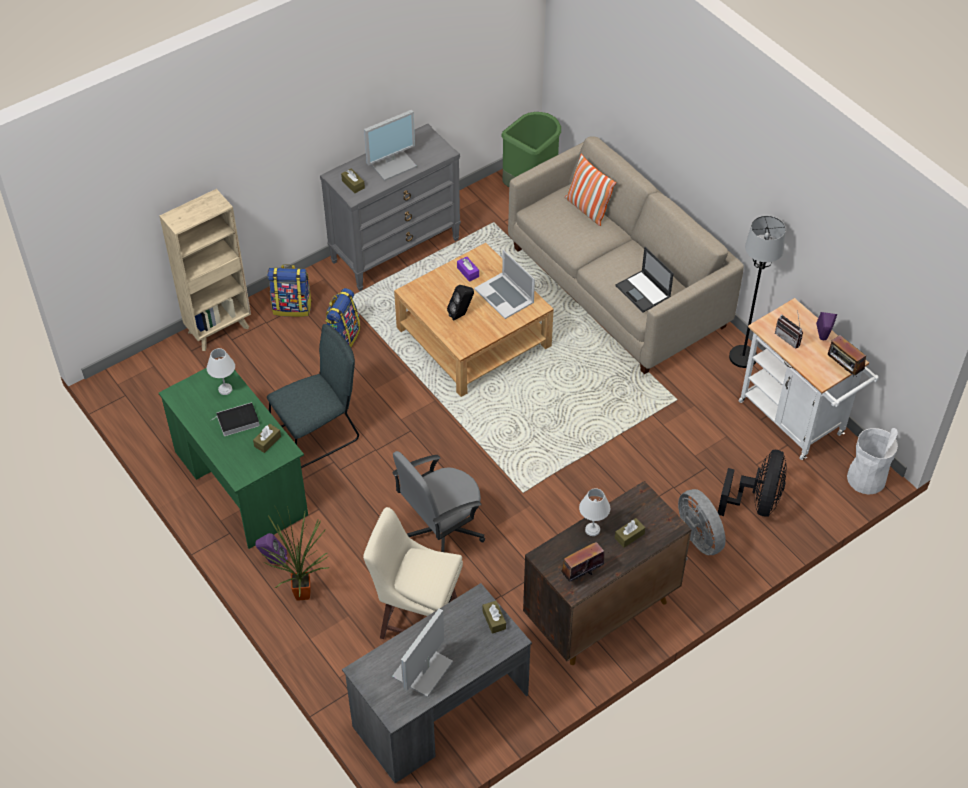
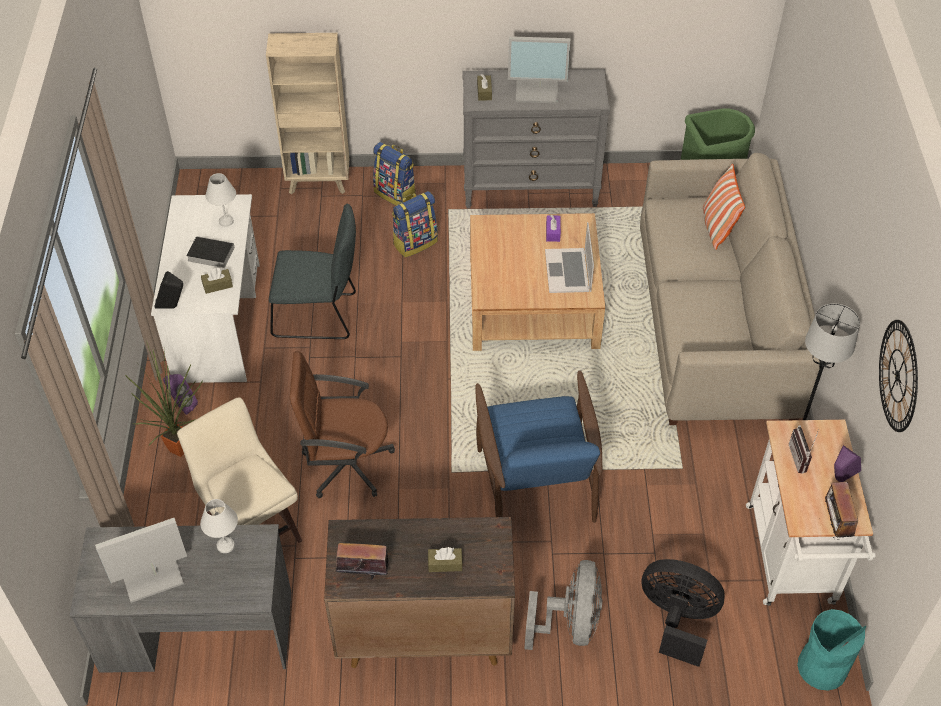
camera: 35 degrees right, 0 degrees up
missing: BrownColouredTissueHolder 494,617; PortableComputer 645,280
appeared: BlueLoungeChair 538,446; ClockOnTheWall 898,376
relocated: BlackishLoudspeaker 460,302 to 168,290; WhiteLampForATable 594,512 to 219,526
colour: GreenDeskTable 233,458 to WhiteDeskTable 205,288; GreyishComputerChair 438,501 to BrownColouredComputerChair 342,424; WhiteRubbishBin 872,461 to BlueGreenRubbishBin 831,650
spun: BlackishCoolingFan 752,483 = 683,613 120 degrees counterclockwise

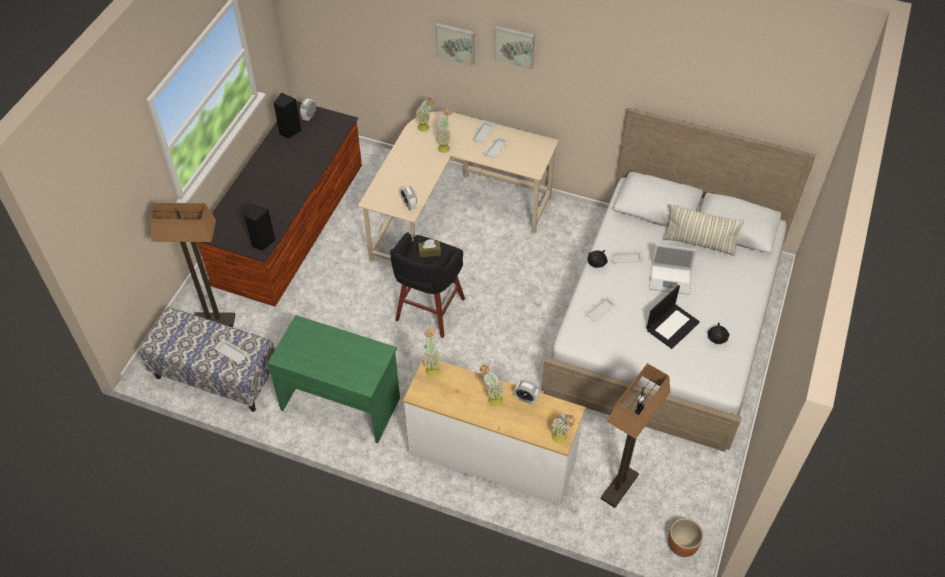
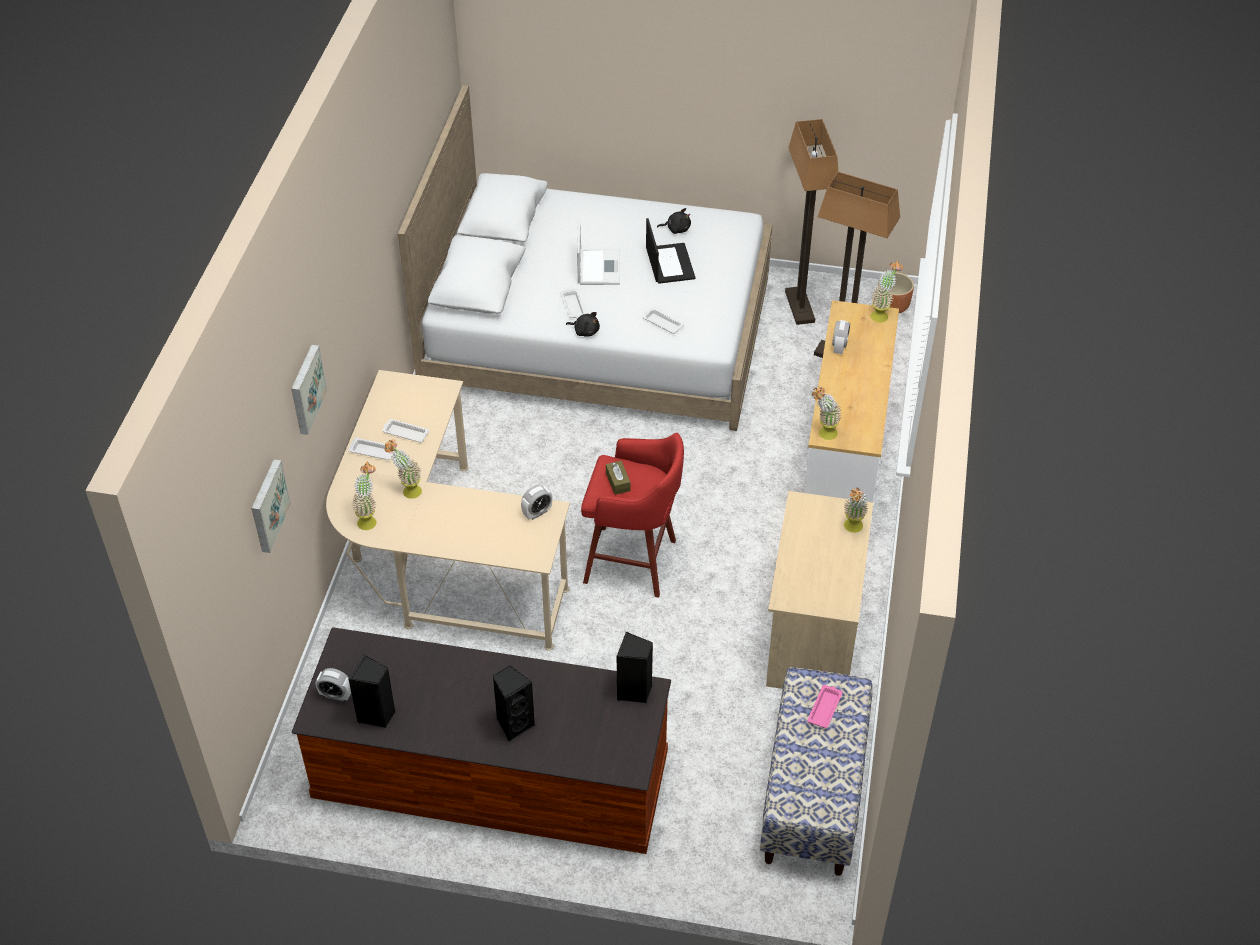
camera: 100 degrees left, 5 degrees down
missing: Pillow 704,230
appeared: BlackishLoudspeaker 514,703
relocated: WallArt 514,47 to 271,506; FloorLamp 192,265 to 811,222; Houseplant 492,385 to 856,510
colour: BlackishStool 427,285 to ReddishStool 632,515; GreenDeskTable 333,379 to BeigeDeskTable 819,590; WhiteCarryingTray 231,351 to PinkColouredCarryingTray 825,706
spun: PortableComputer 673,317 = 670,251 45 degrees clockwise

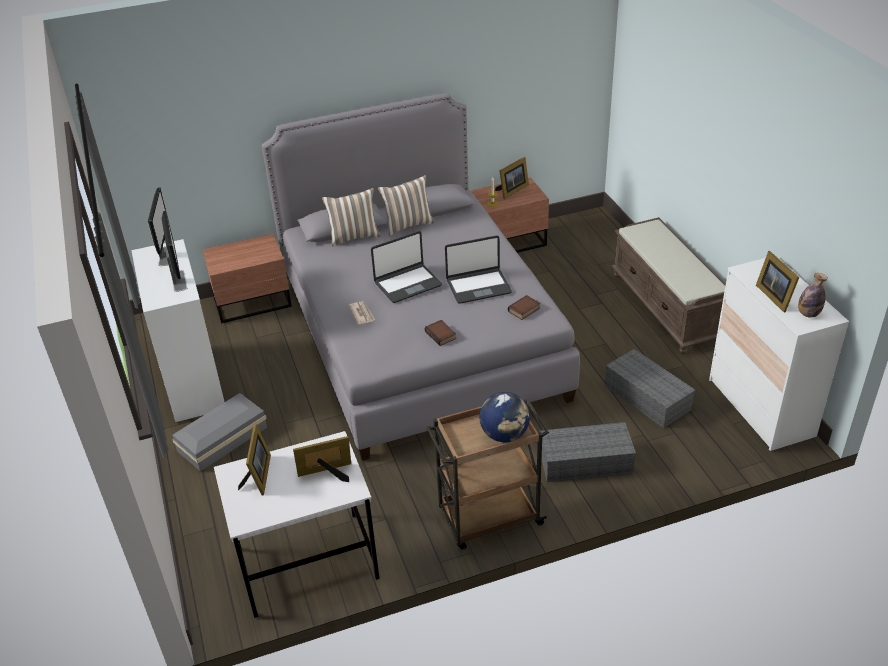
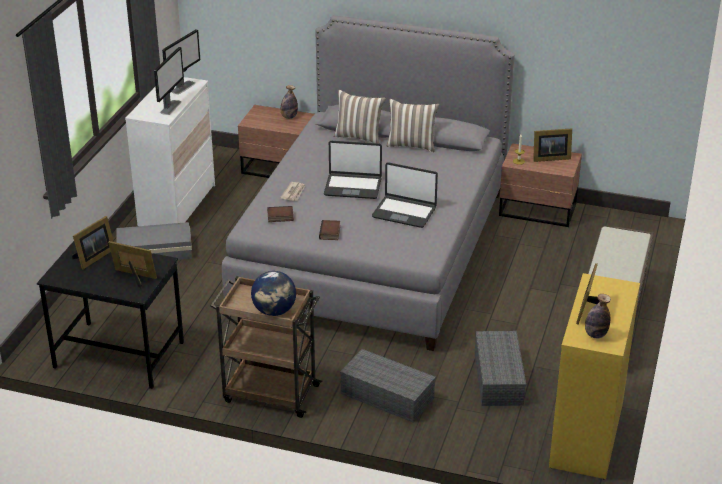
camera: 35 degrees right, 5 degrees down
appeared: DrinkBottle 289,102
relocated: Book 524,307 to 280,214
colour: WhiteDeskTable 297,524 to BlackishDeskTable 110,315; WhiteDrawerChest 779,353 to YellowDrawerChest 594,376

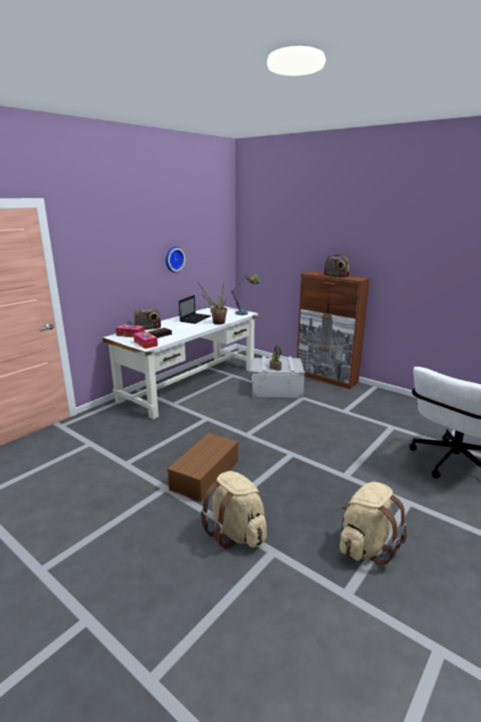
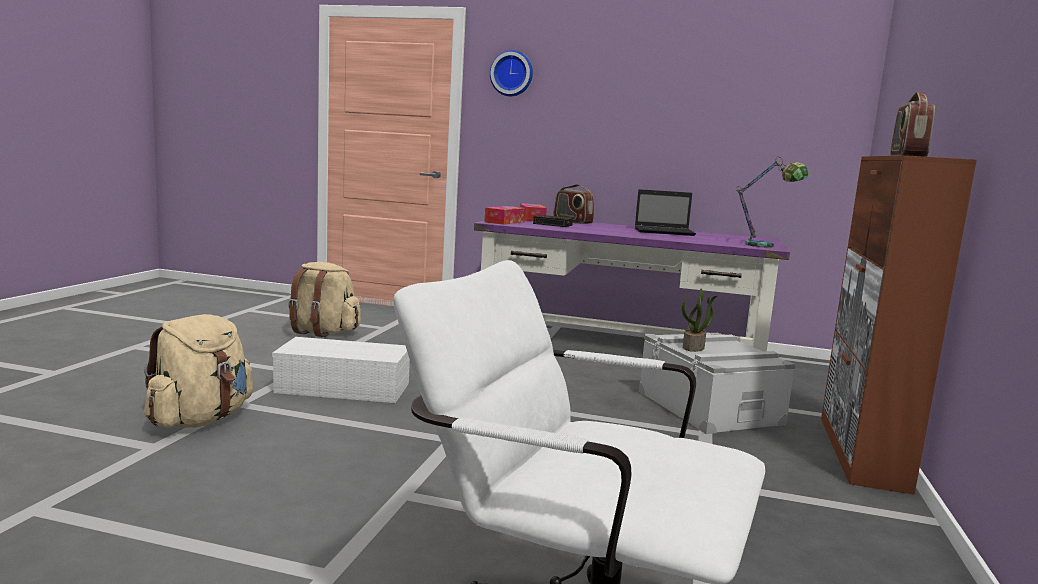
camera: 65 degrees right, 10 degrees down
missing: Houseplant 212,302
relocated: BeigeKnapsack 373,523 to 324,299; ClockOnTheWall 175,260 to 511,73
colour: BrownColouredStorageBin 202,467 to WhiteStorageBin 341,370; WhiteDeskTable 180,362 to PurpleColouredDeskTable 632,285

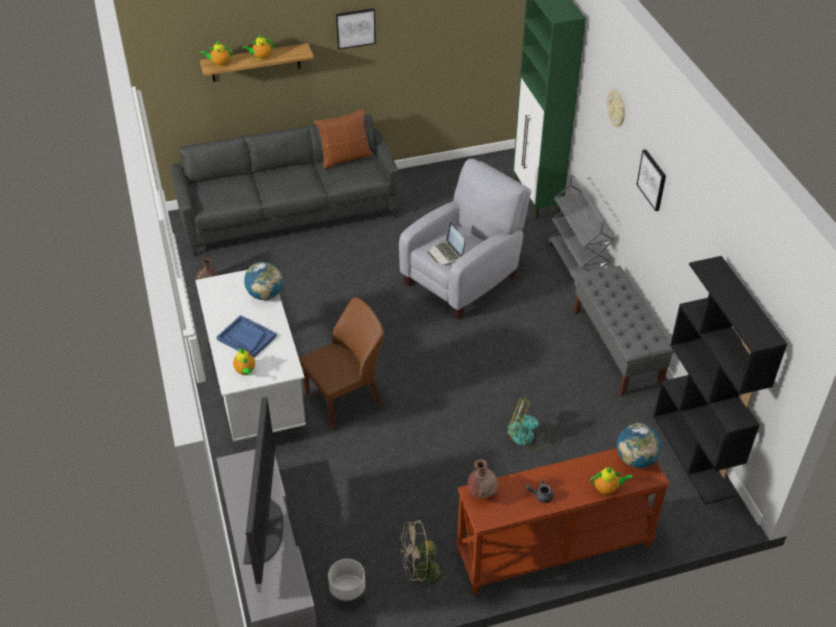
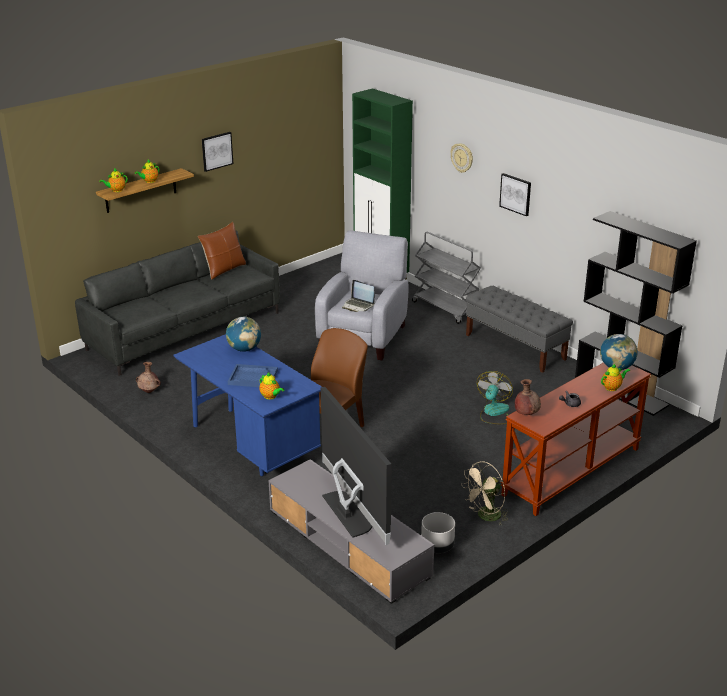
camera: 25 degrees left, 15 degrees down
colour: WhiteDeskTable 250,356 to BlueDeskTable 247,405
spun: CoolingFan 528,423 = 495,397 120 degrees clockwise

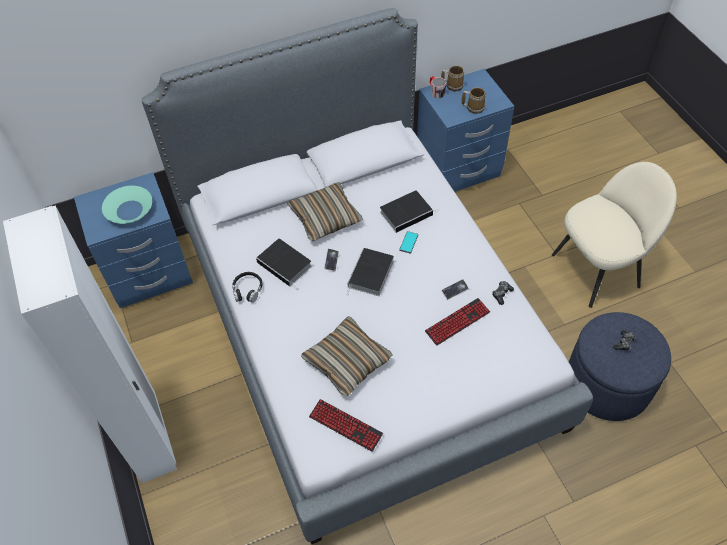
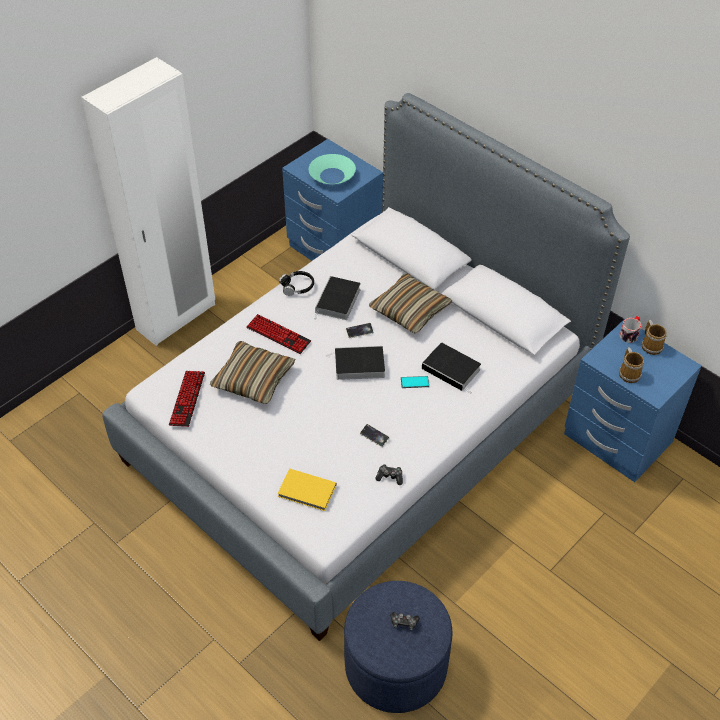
camera: 65 degrees right, 5 degrees down
missing: BeigeUprightChair 614,235
appeared: YellowBook 307,490
relocated: PcKeyboard 457,322 to 279,334

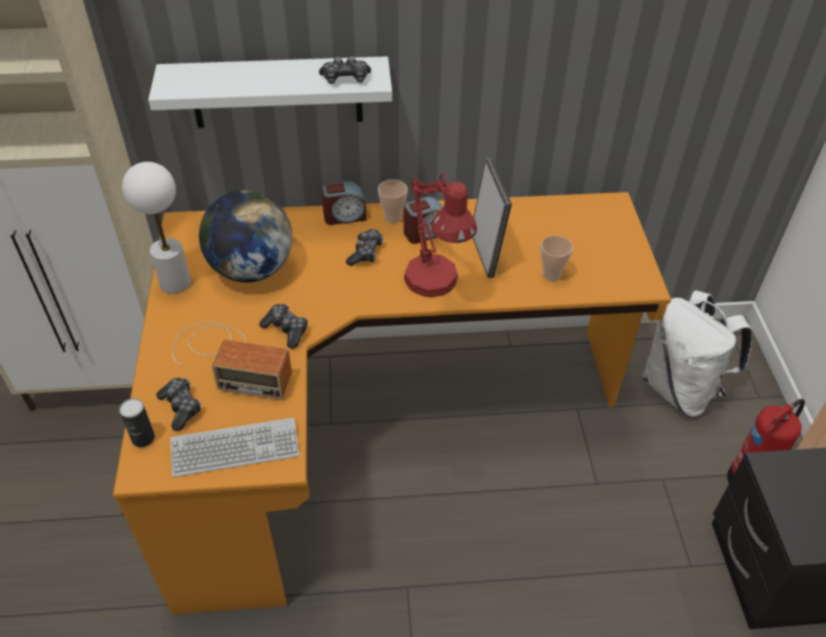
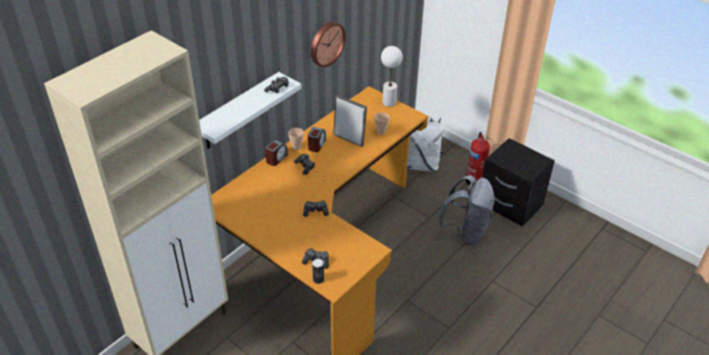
camera: 45 degrees left, 5 degrees down
missing: PcKeyboard 235,447; RadioSet 232,360; WorldGlobe 245,236; ReddishLampForATable 440,235
appeared: ClockOnTheWall 328,44; GreyishKnapsack 466,210
relocated: WhiteLampForATable 156,228 to 392,76

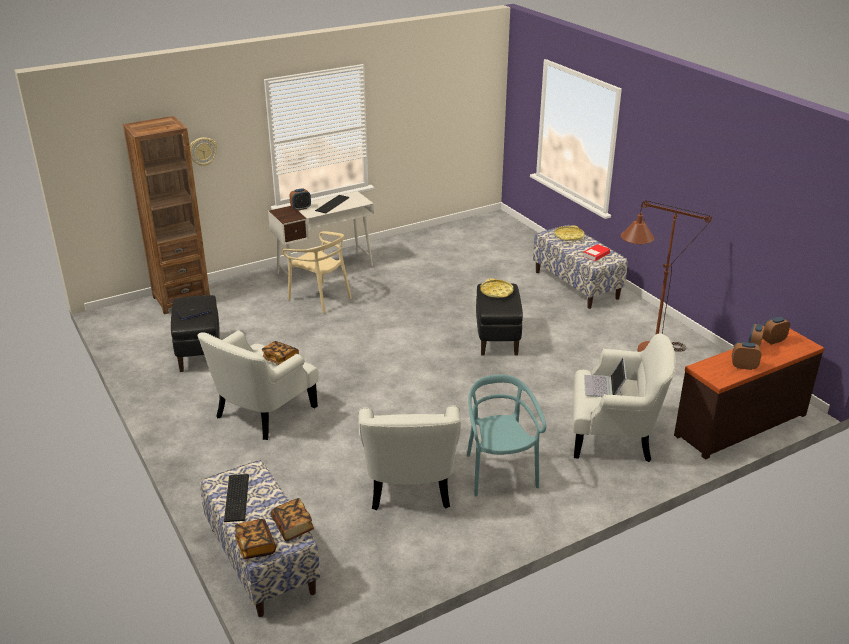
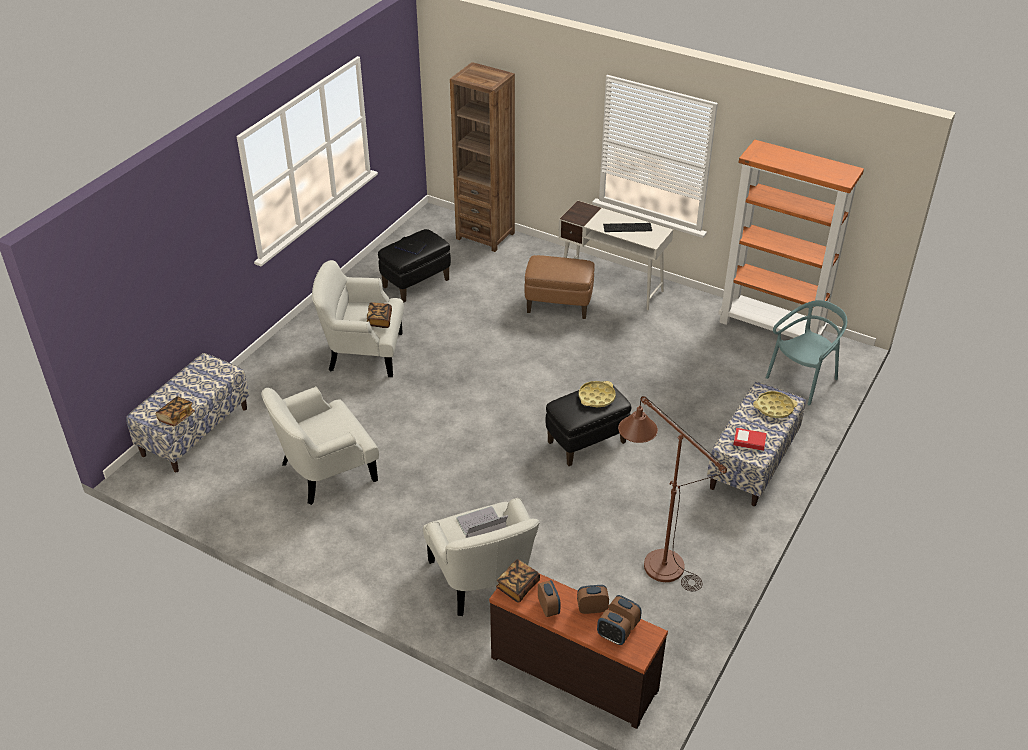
camera: 60 degrees right, 10 degrees up
missing: ClockOnTheWall 203,151; PcKeyboard 236,498
appeared: OrangeShelvingUnit 791,239
relocated: Book 255,539 to 518,581; AlarmClock 300,199 to 614,627; BlueGreenUprightChair 506,435 to 806,352
exchanged: BeigeUprightChair 317,272 to BrownColouredFootrest 559,287

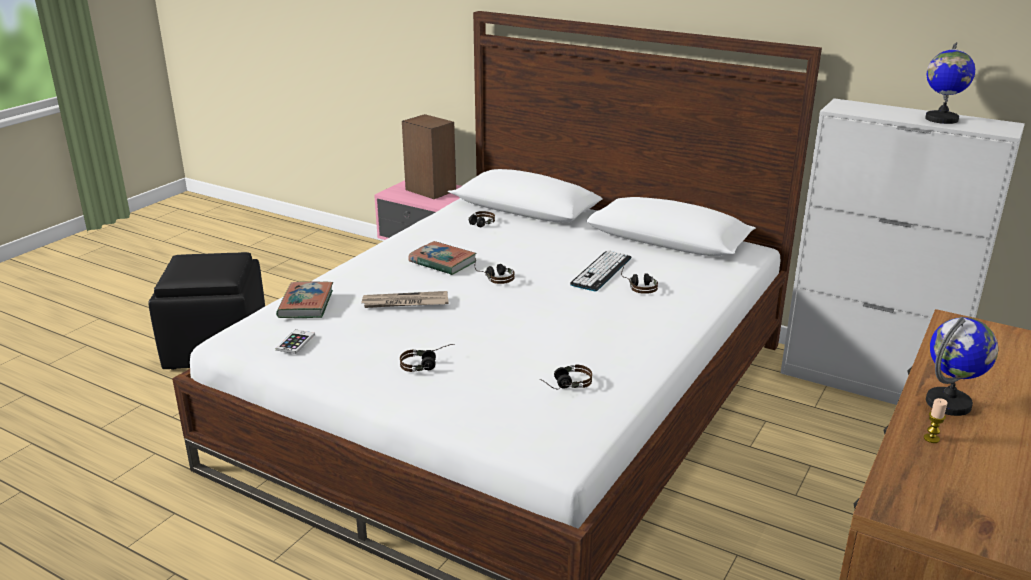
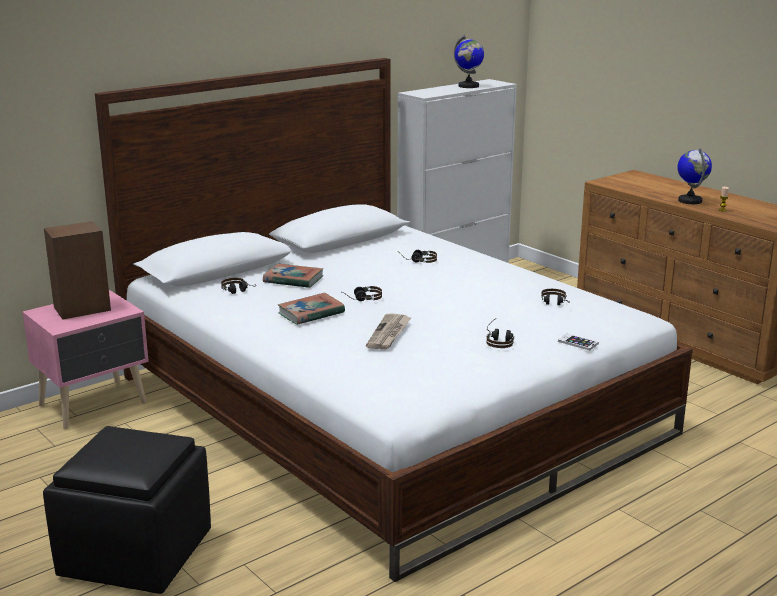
camera: 70 degrees left, 5 degrees down
missing: PcKeyboard 600,271
relocated: Book 304,299 to 293,276; Telephone 295,342 to 578,342

